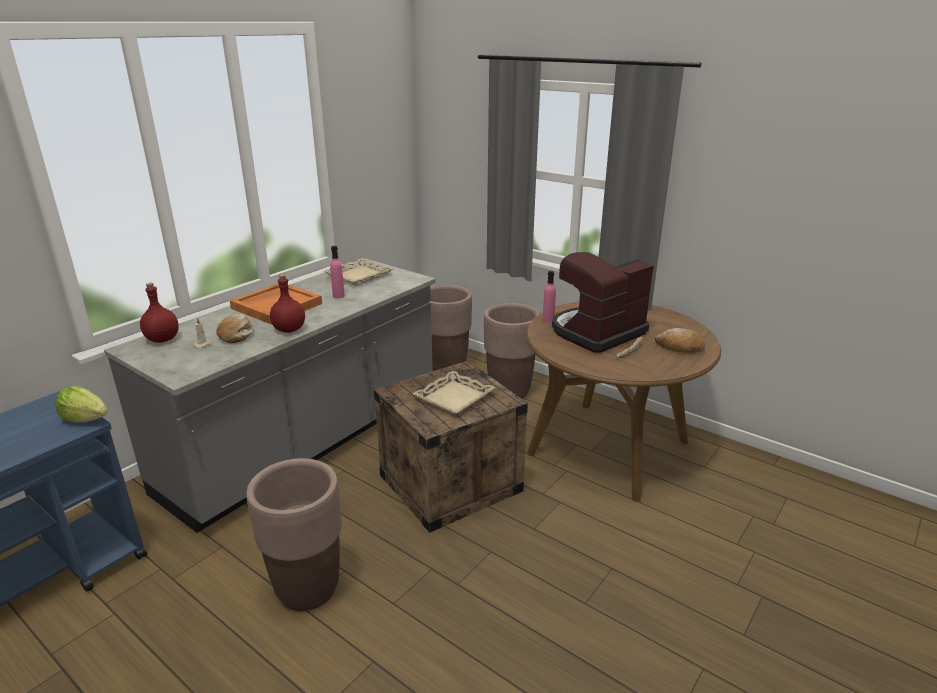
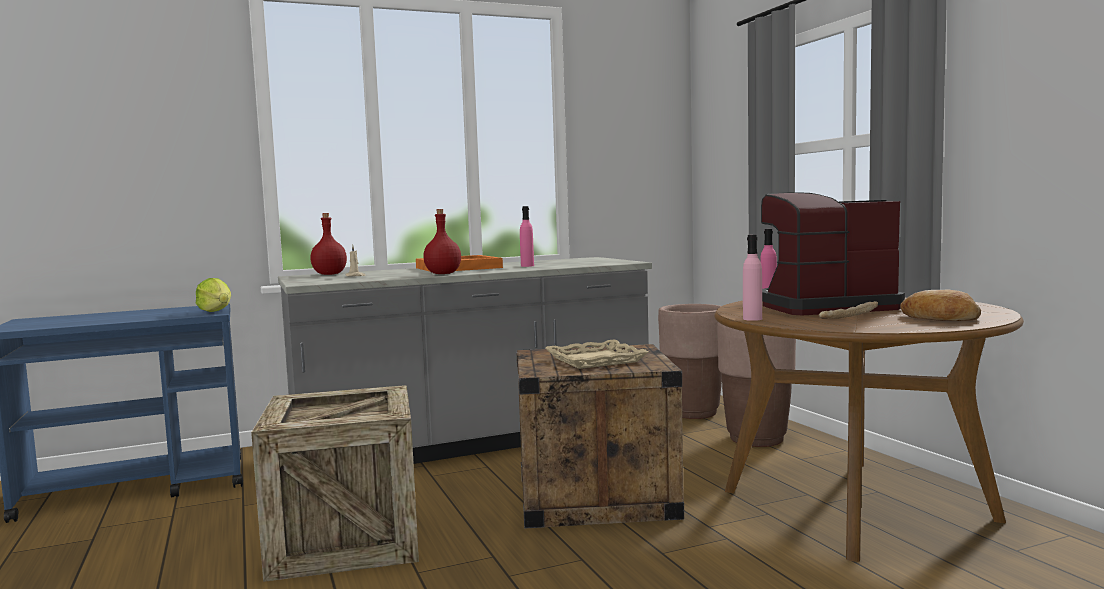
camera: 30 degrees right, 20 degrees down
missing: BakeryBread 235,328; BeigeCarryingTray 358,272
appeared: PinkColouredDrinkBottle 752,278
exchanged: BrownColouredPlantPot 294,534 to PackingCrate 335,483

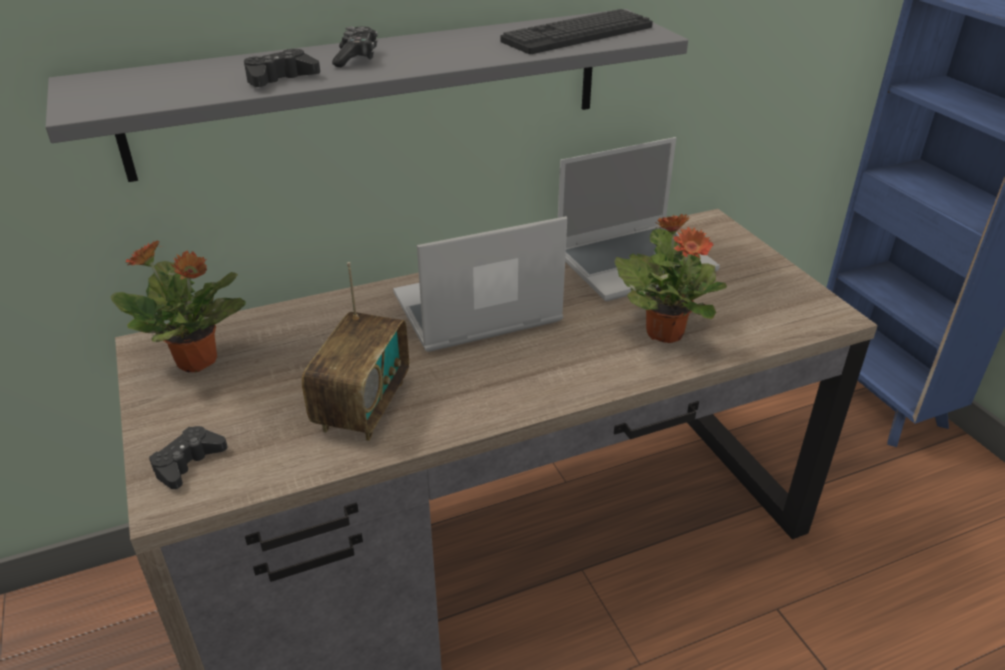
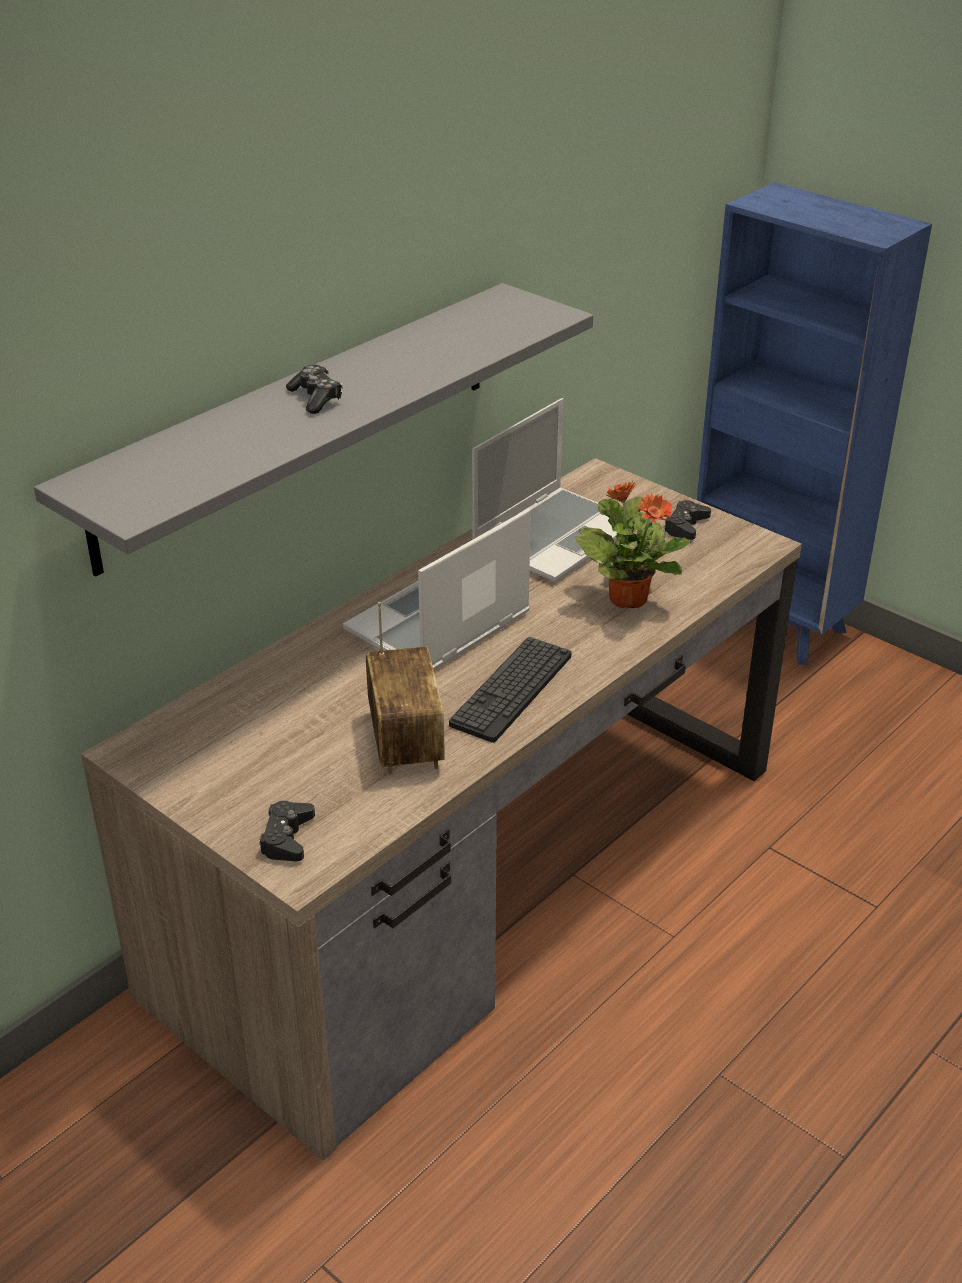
camera: 25 degrees left, 0 degrees up
missing: Houseplant 178,306
relocated: PcKeyboard 576,31 to 510,690; BlackishGamepad 282,68 to 687,520

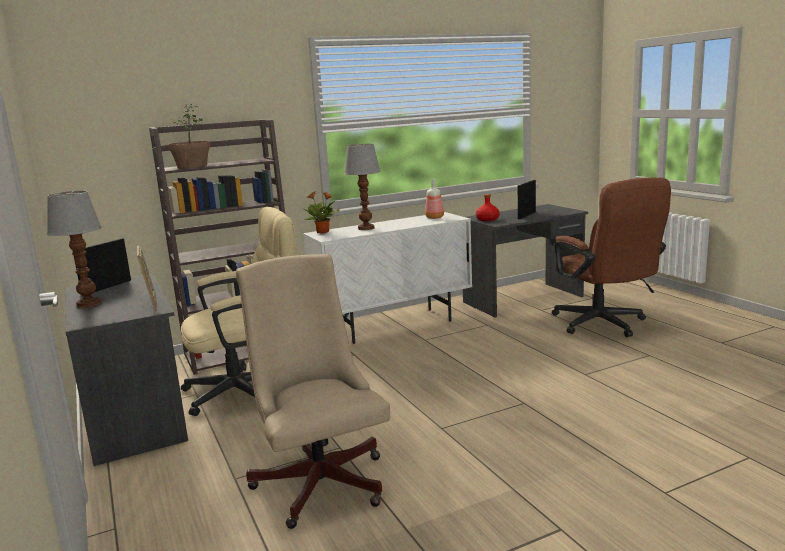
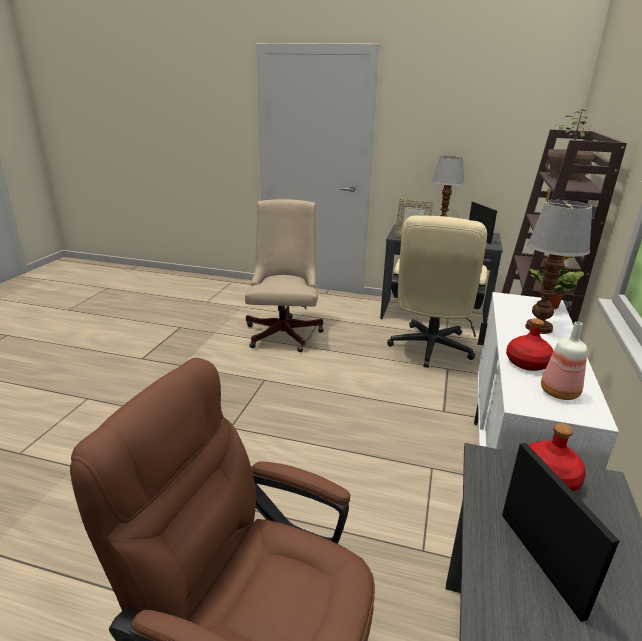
camera: 130 degrees right, 10 degrees up
appeared: ReddishDrinkBottle 529,344
spun: BeigeComputerChair 313,391 = 284,275 105 degrees counterclockwise

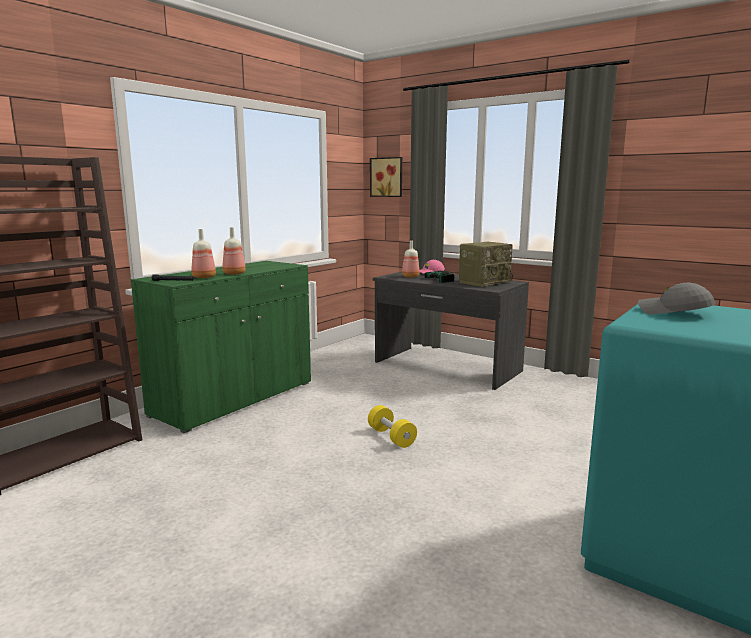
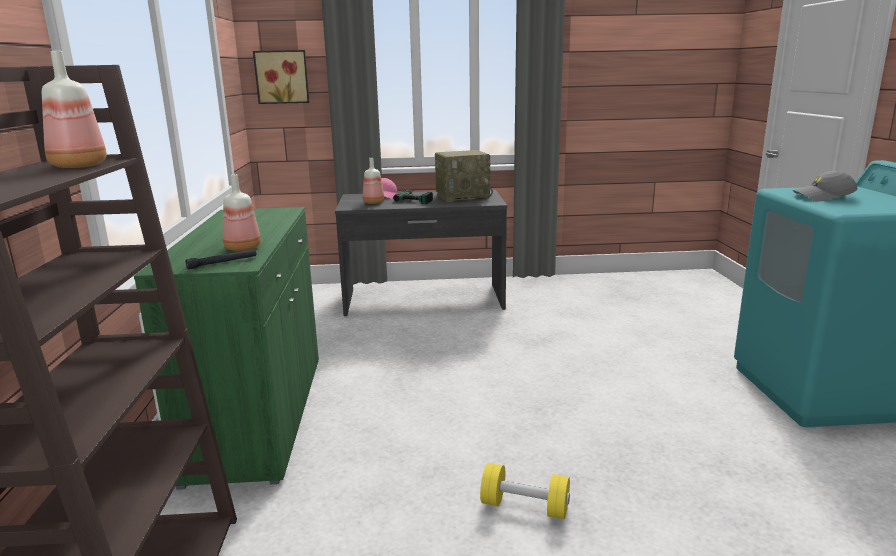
camera: 40 degrees left, 5 degrees up
relocated: DrinkBottle 234,251 to 74,109; YellowFreeWeight 392,426 to 525,491
spun: RadioSet 486,264 = 464,176 60 degrees clockwise

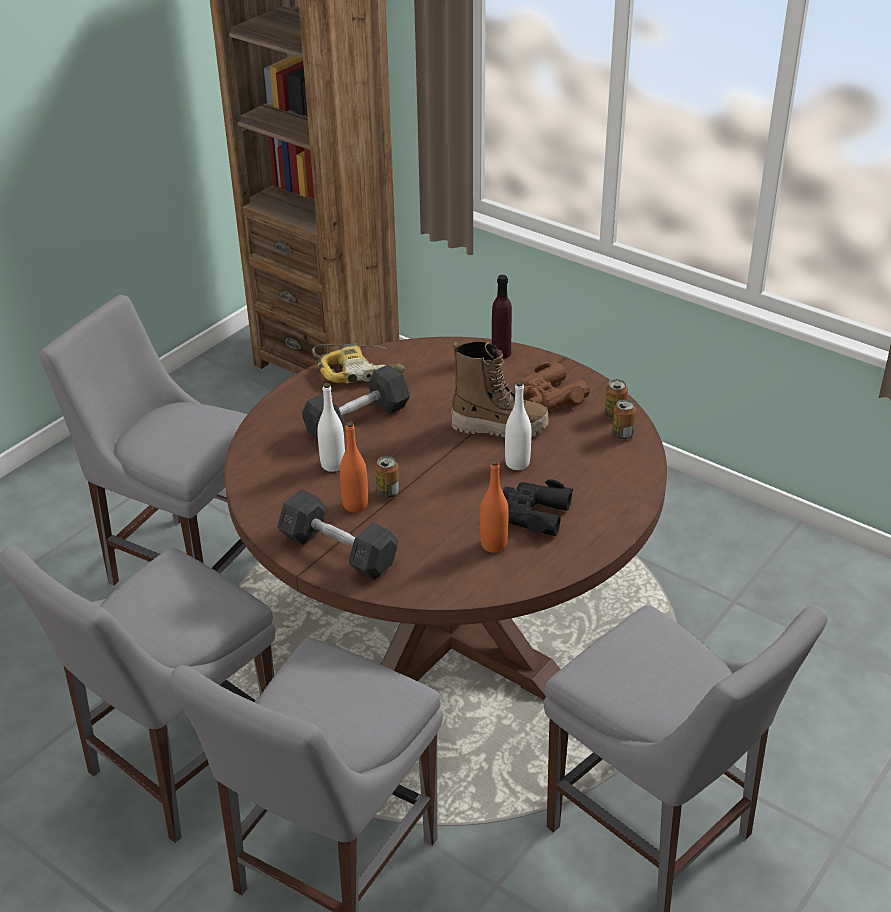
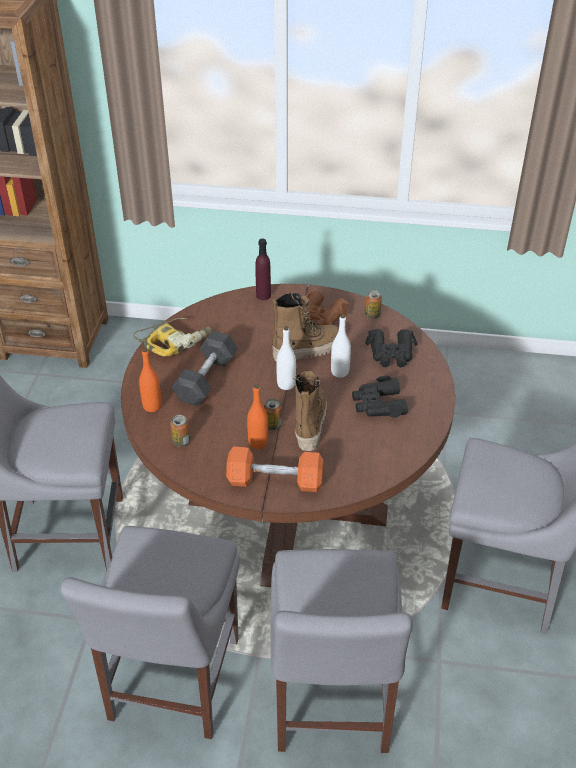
camera: 30 degrees left, 5 degrees up
appeared: TallBoot 310,411; BlackishBinoculars 391,348
relocated: OrangeDrinkBottle 494,506 to 150,380; MetalCan 624,419 to 180,431; WhiteDrinkBottle 331,427 to 286,358
colour: GreyishFreeWeight 337,534 to OrangeFreeWeight 274,469

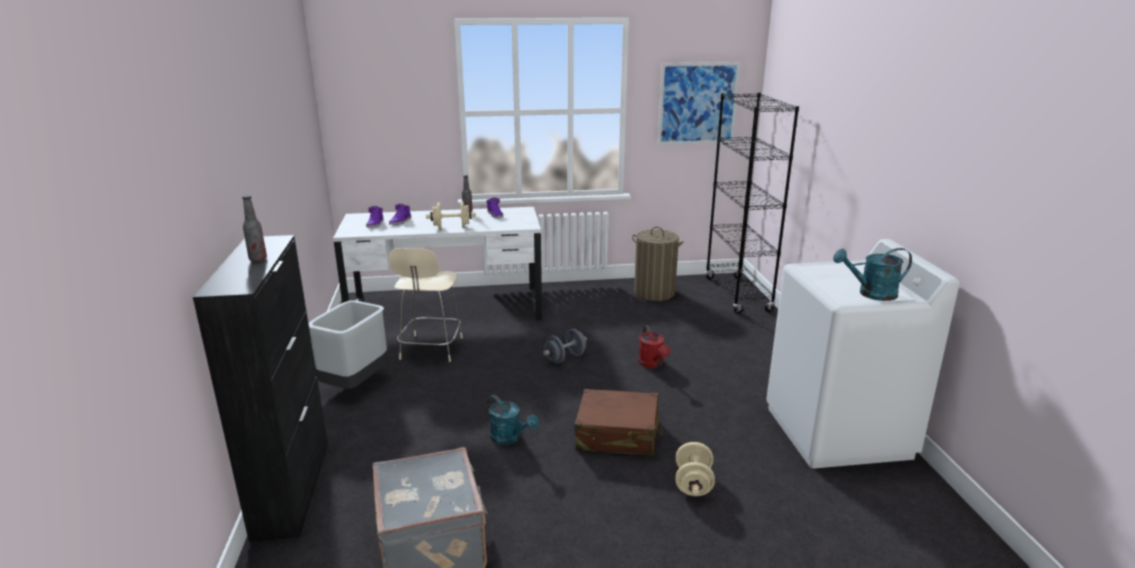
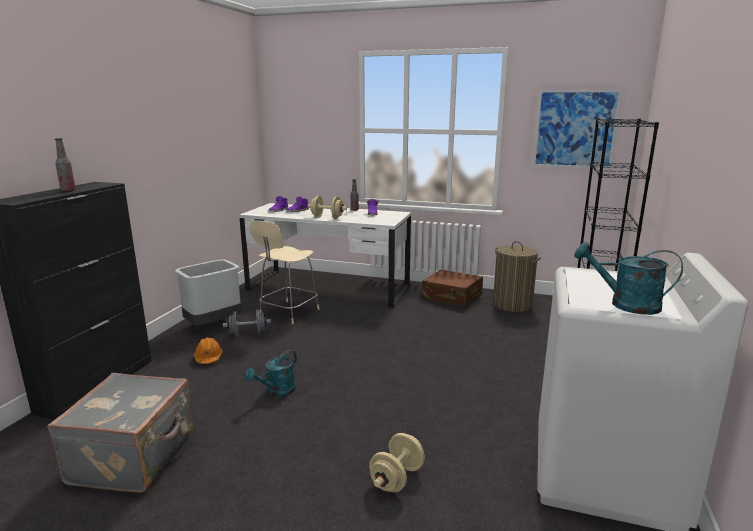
camera: 25 degrees right, 5 degrees down
missing: ReddishSprinklingCan 654,346
appeared: OrangeHardHat 208,350
relocated: GreyishFreeWeight 565,346 to 247,323; BrownColouredPieceOfLuggage 618,422 to 452,288
spun: BlueGreenSprinklingCan 513,420 = 271,373 60 degrees clockwise

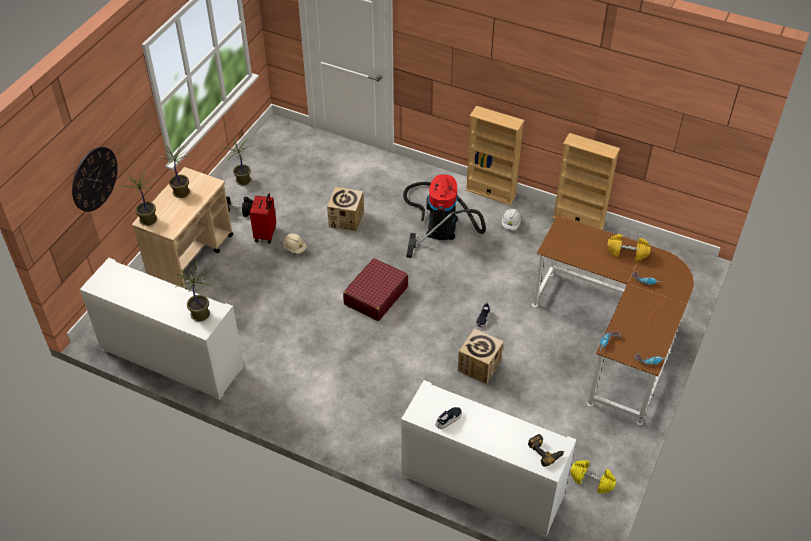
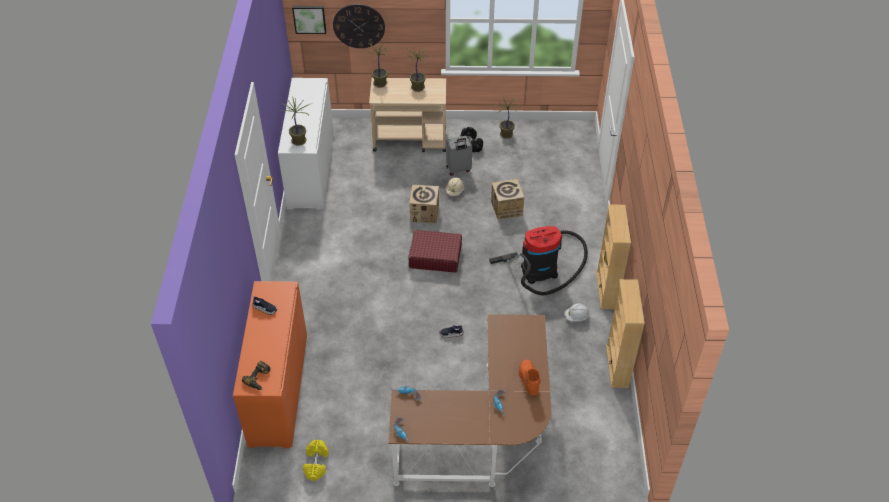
camera: 65 degrees right, 0 degrees up
appeared: WallArt 309,20
relocated: PackingBox 481,356 to 424,204
exchanged: YellowFreeWeight 629,247 to OrangeTallBoot 530,377
colour: WhiteCabinet 488,459 to OrangeCabinet 270,364; ReddishPieceOfLuggage 263,218 to GreyishPieceOfLuggage 459,156

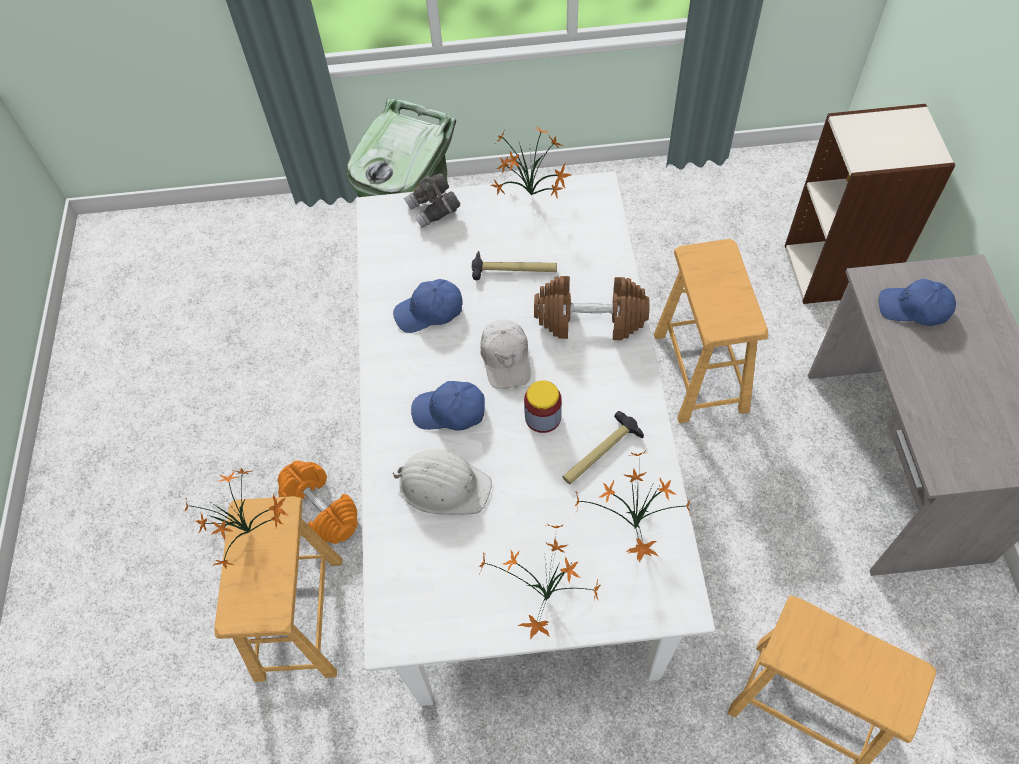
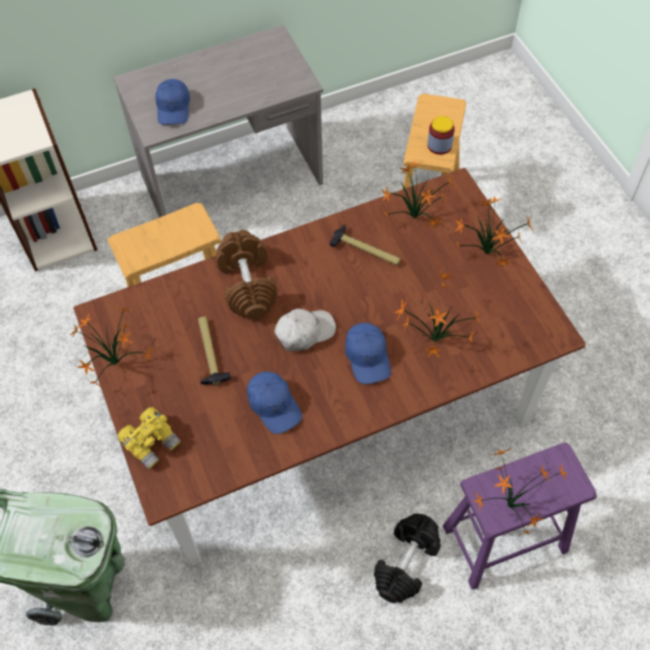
camera: 110 degrees left, 0 degrees up
relocated: StorageJar 543,406 to 441,135
exchanged: WhiteHardHat 442,482 to Houseplant 438,314
colour: WhiteKitchenTable 535,439 to BrownColouredKitchenTable 329,367; GreyishBinoculars 432,200 to YellowBinoculars 149,438; OrangeFreeWeight 318,502 to BlackishFreeWeight 407,558; BrownColouredStool 278,589 to PurpleColouredStool 520,516

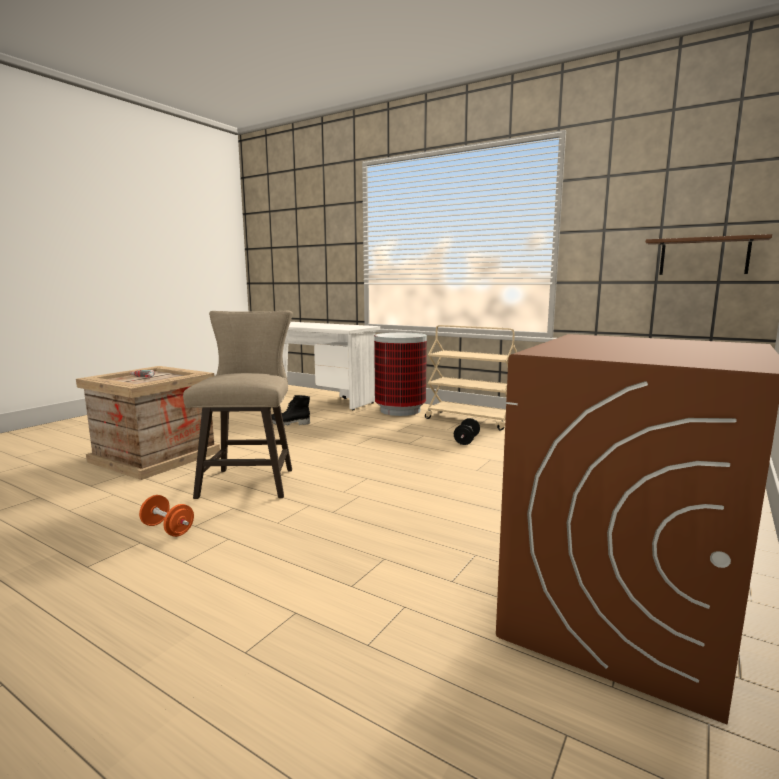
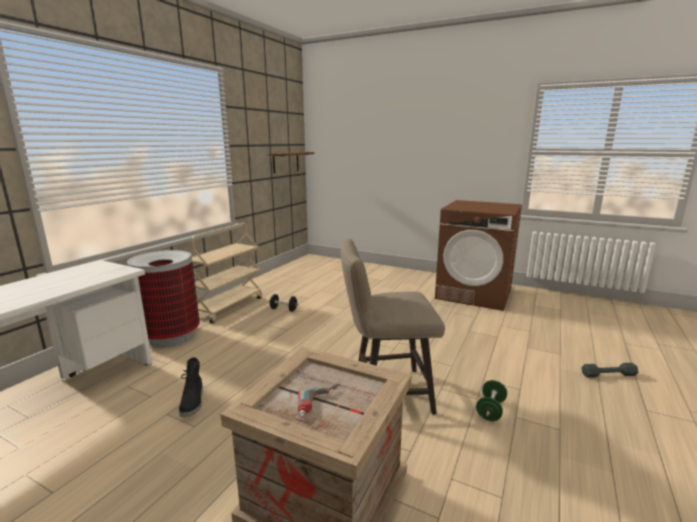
camera: 95 degrees left, 5 degrees up
appeared: GreyishFreeWeight 610,370
colour: OrangeFreeWeight 166,516 to GreenFreeWeight 491,400

